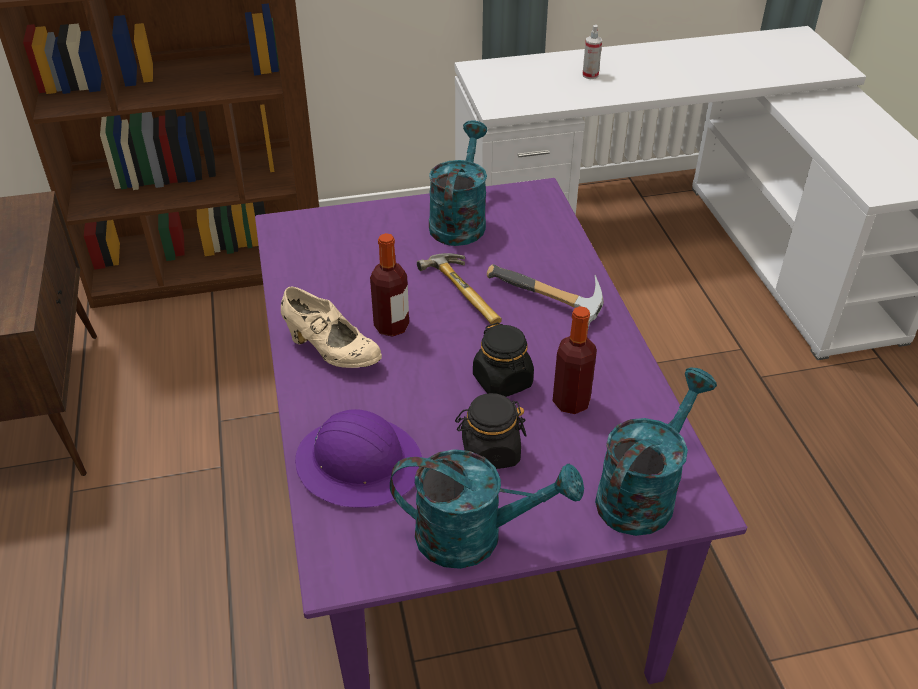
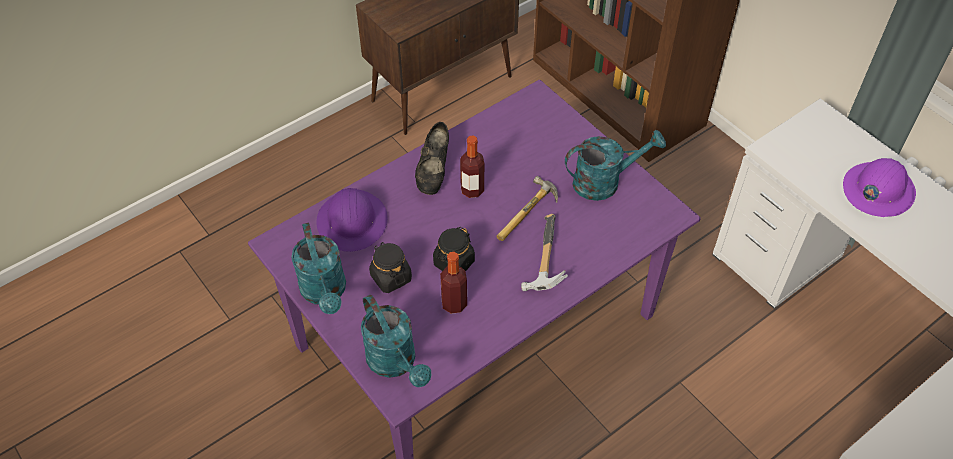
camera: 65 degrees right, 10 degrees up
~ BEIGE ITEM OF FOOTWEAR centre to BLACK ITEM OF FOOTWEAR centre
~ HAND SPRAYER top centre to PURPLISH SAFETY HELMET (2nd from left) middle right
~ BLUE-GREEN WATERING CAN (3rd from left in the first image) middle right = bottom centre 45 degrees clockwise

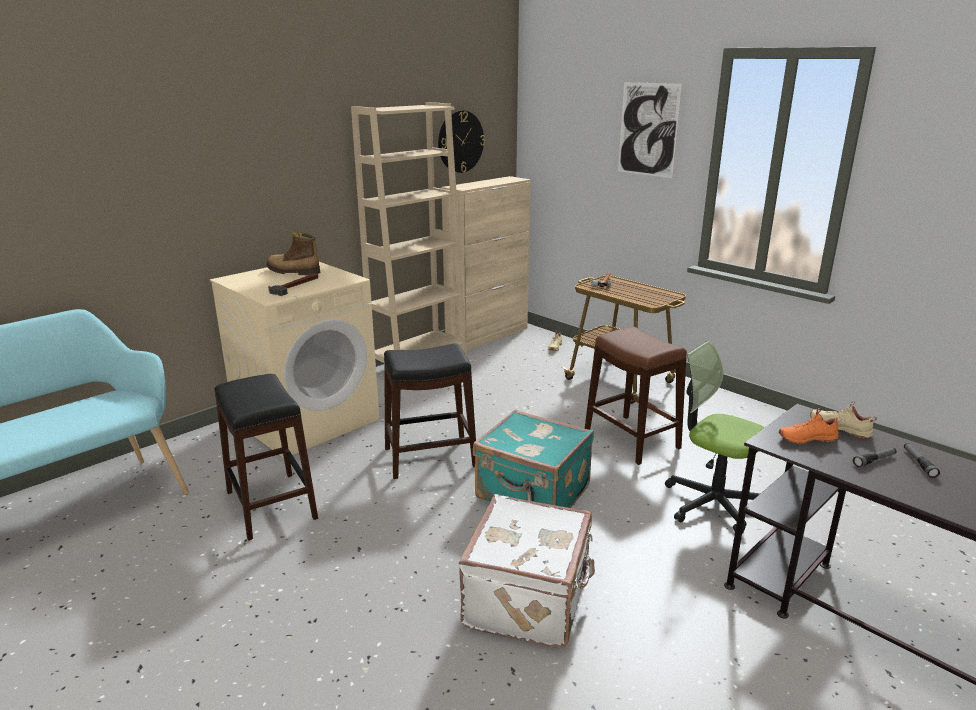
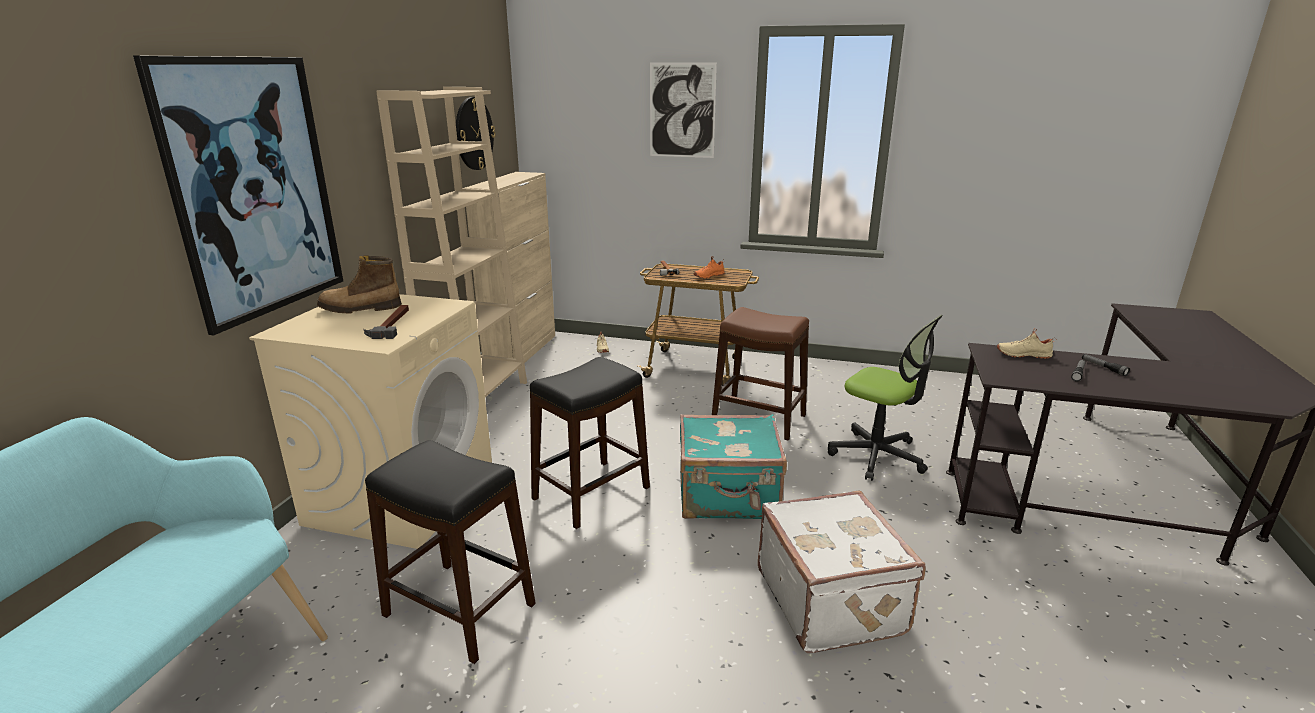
camera: 30 degrees left, 0 degrees up
~ OFFICE CHAIR middle right = middle right 150 degrees counterclockwise
~ ORANGE-COLOURED ITEM OF FOOTWEAR middle right to centre
+ PICTURE (1st from left) top left

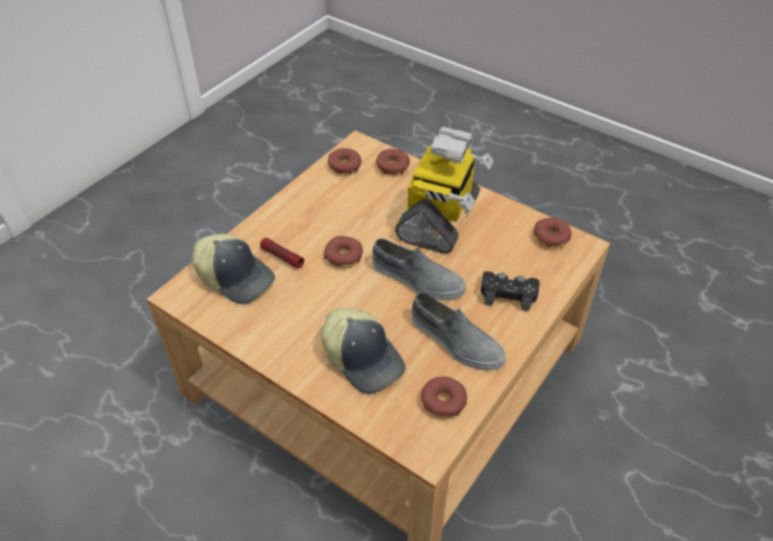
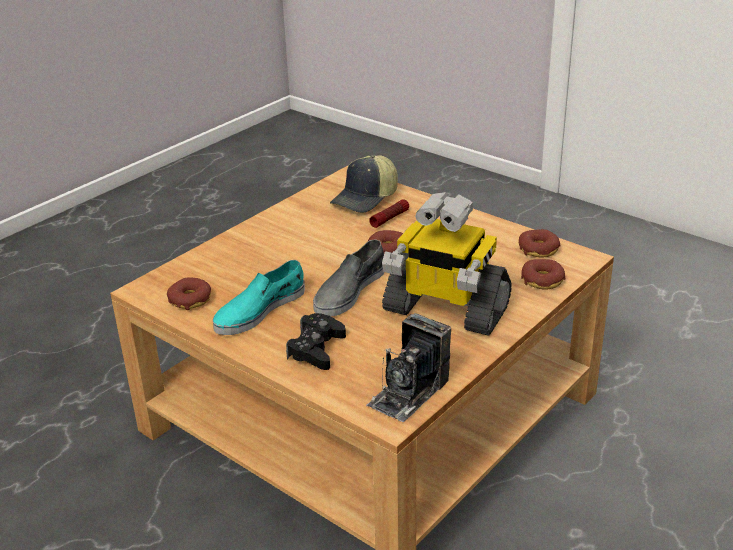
camera: 95 degrees right, 15 degrees down
- CAP (2nd from left) centre
~ GRAY ITEM OF FOOTWEAR (2nd from left) centre to BLUE-GREEN ITEM OF FOOTWEAR centre
~ DONUT (5th from left) middle right to STILL CAMERA bottom centre

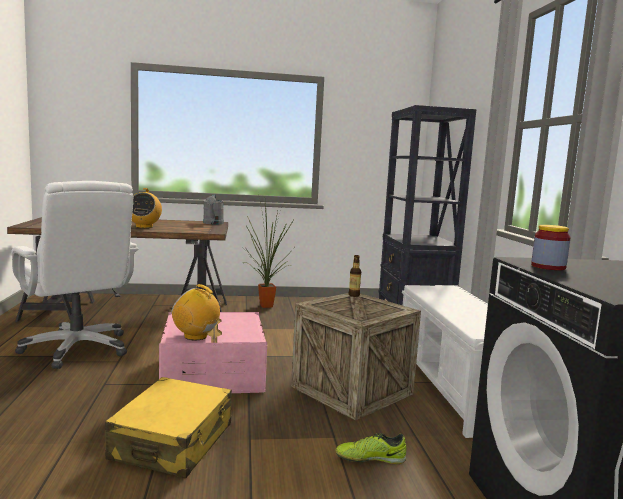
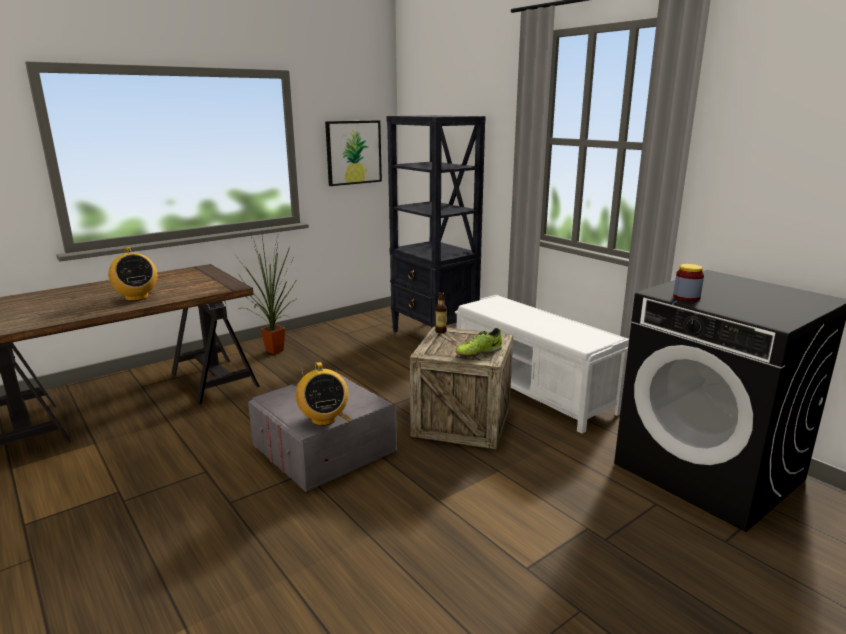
camera: 30 degrees left, 10 degrees up
- WHITE OFFICE CHAIR middle left
- YELLOWISH SUITCASE bottom left
~ PINKISH STORAGE CONTAINER bottom centre to GRAY STORAGE CONTAINER bottom centre
~ RADIO RECEIVER (2nd from left) middle left = centre 105 degrees counterclockwise
- GRAY WATERING CAN centre
~ ITEM OF FOOTWEAR bottom centre to centre
+ PICTURE top centre

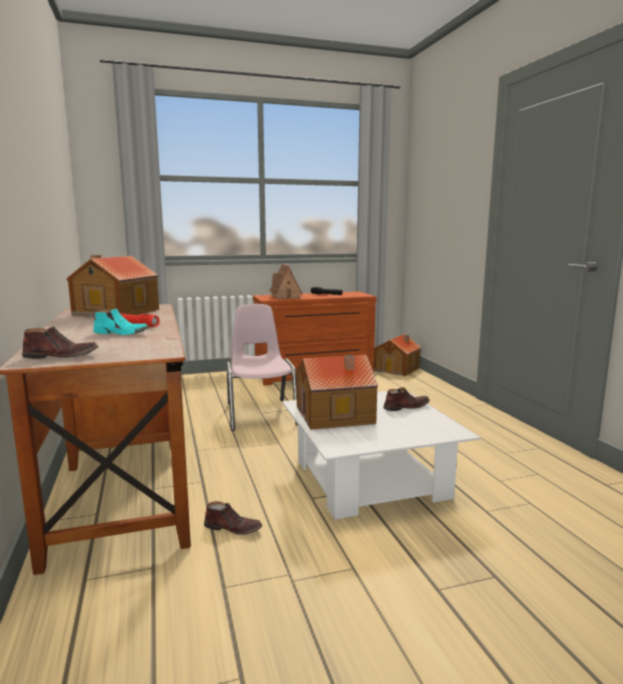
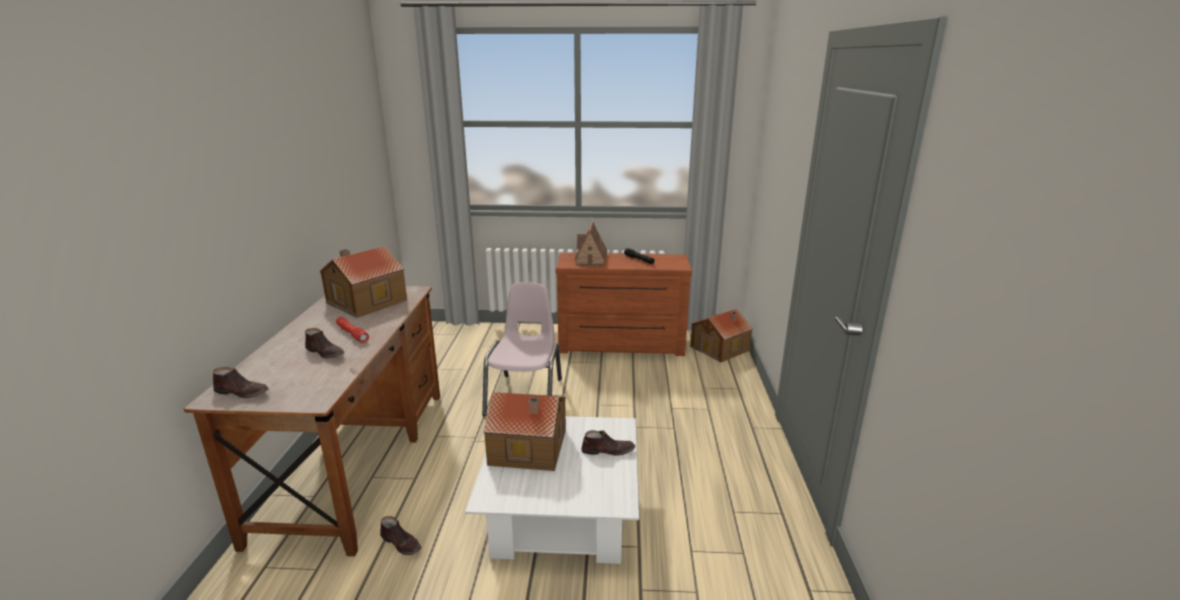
camera: 20 degrees right, 10 degrees up
~ BLUE-GREEN ITEM OF FOOTWEAR middle left to BROWN-COLOURED ITEM OF FOOTWEAR (2nd from left) middle left

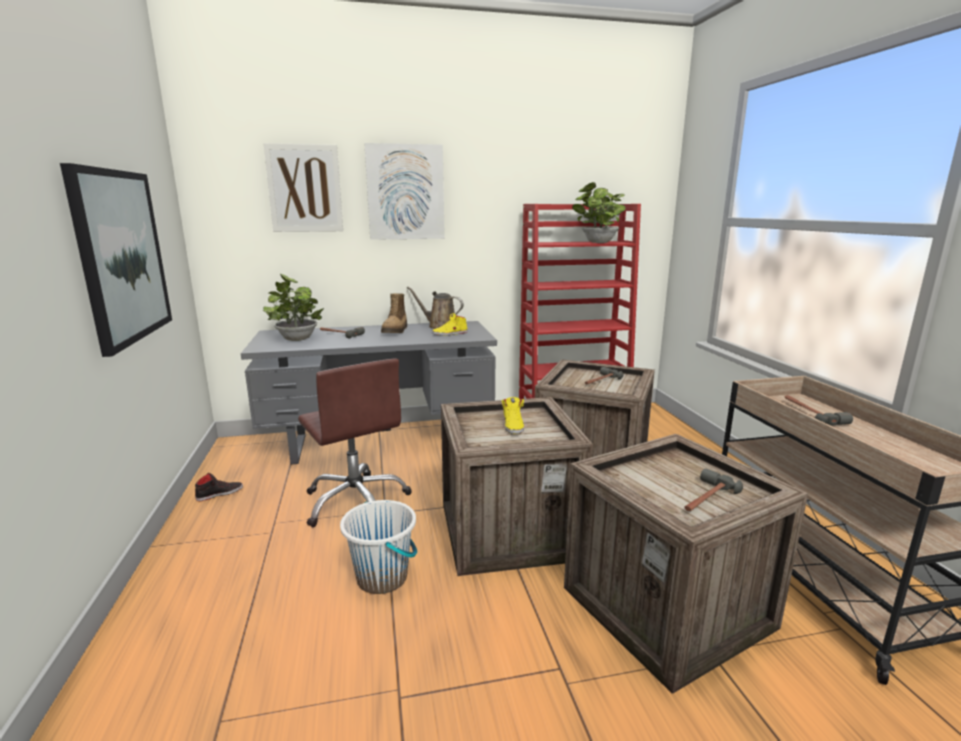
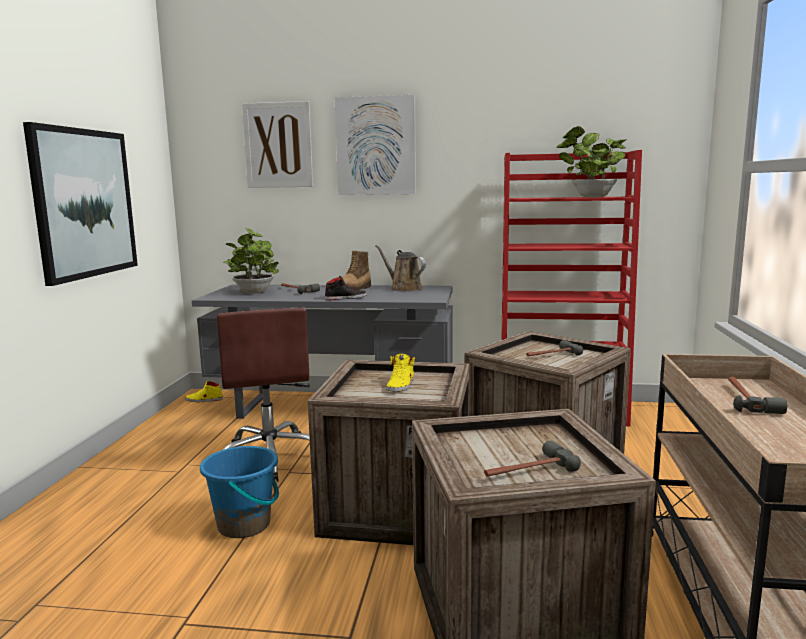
camera: 20 degrees right, 5 degrees down
~ BLACK ITEM OF FOOTWEAR middle left to centre
~ WHITE BUCKET bottom centre to BLUE BUCKET bottom left
~ YELLOWISH ITEM OF FOOTWEAR (1st from left) centre to middle left

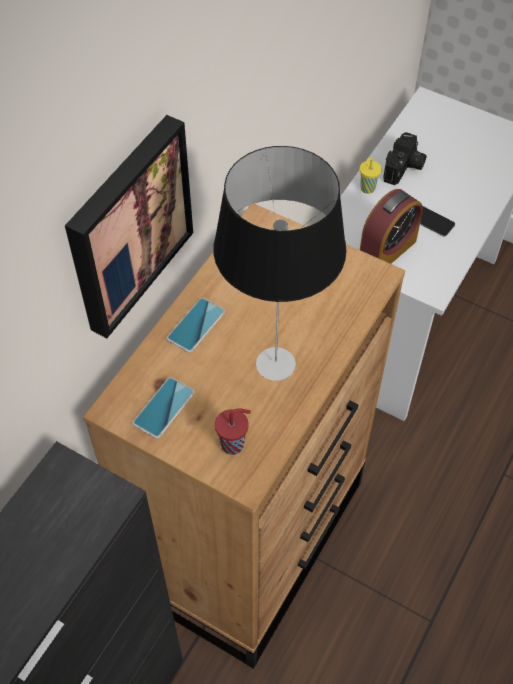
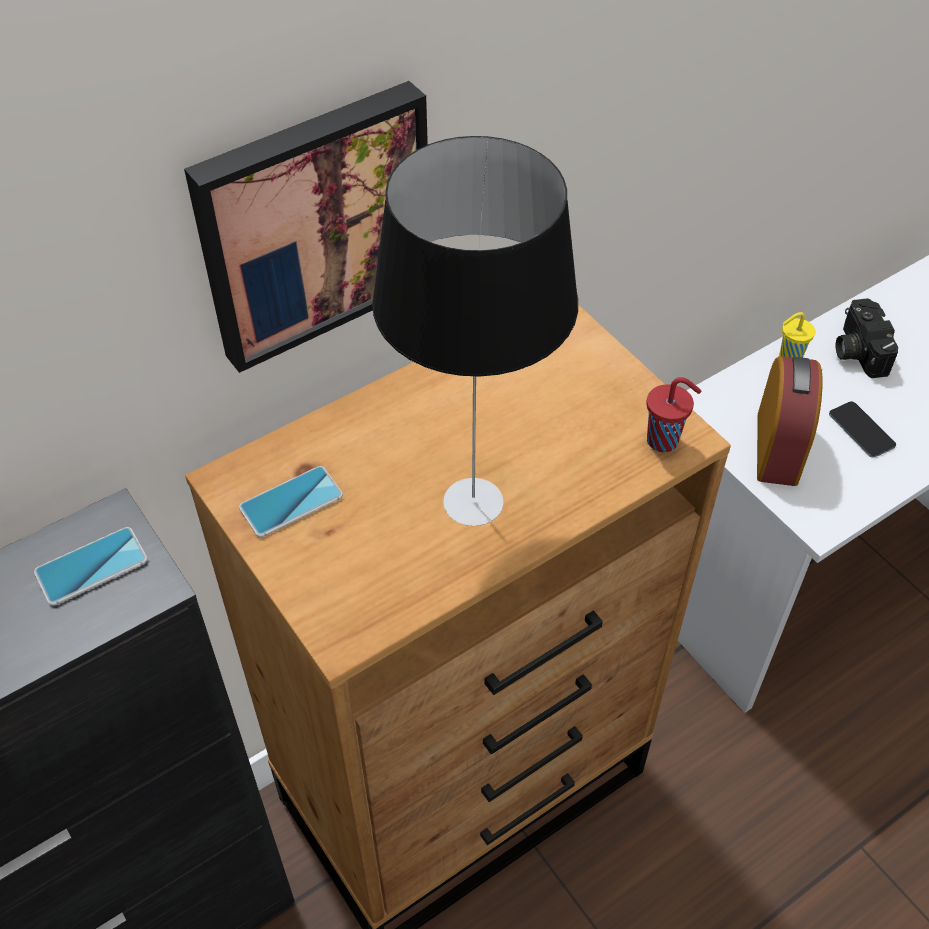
camera: 25 degrees right, 5 degrees down
~ TELEPHONE (2nd from left in the first image) centre to TELEPHONE (1st from left) middle left
~ REDDISH SMALL CUP centre to middle right
~ TABLE CLOCK top right = middle right 60 degrees counterclockwise
~ STILL CAMERA top right = middle right 120 degrees clockwise

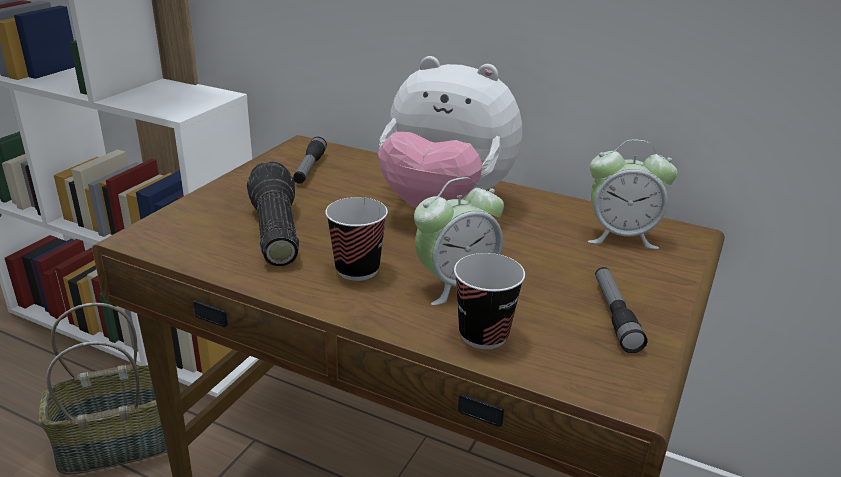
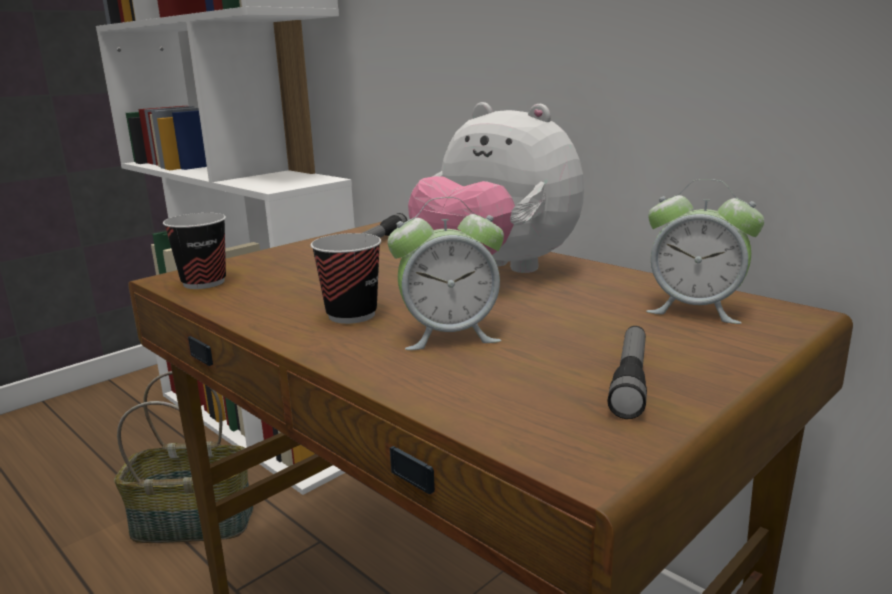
camera: 20 degrees right, 10 degrees down
- FLASHLIGHT (1st from left) middle left
~ SMALL CUP (2nd from left in the first image) centre to SMALL CUP (1st from left) middle left

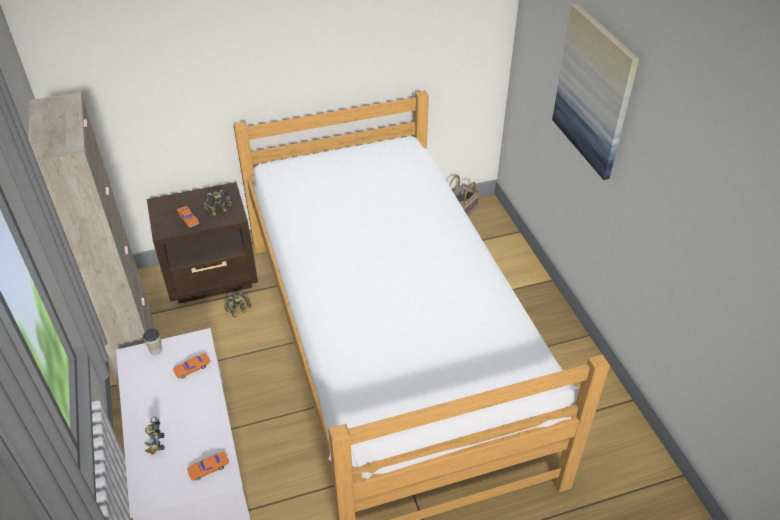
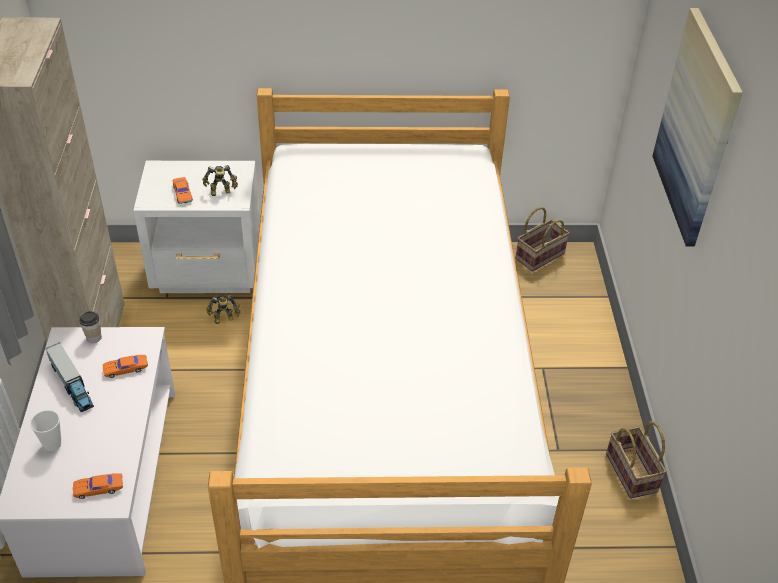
camera: 15 degrees right, 0 degrees up
~ ROBOT FIGURE (1st from left) bottom left to SMALL CUP (1st from left) bottom left
~ BROWN-COLOURED NIGHTSTAND middle left to WHITE NIGHTSTAND middle left
+ TOY TRUCK middle left
+ BASKET (2nd from left) bottom right

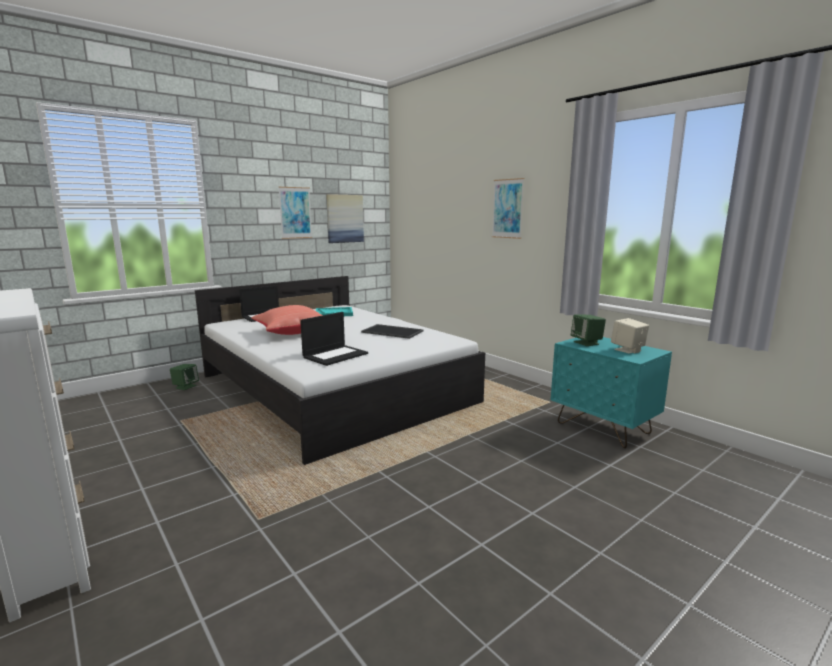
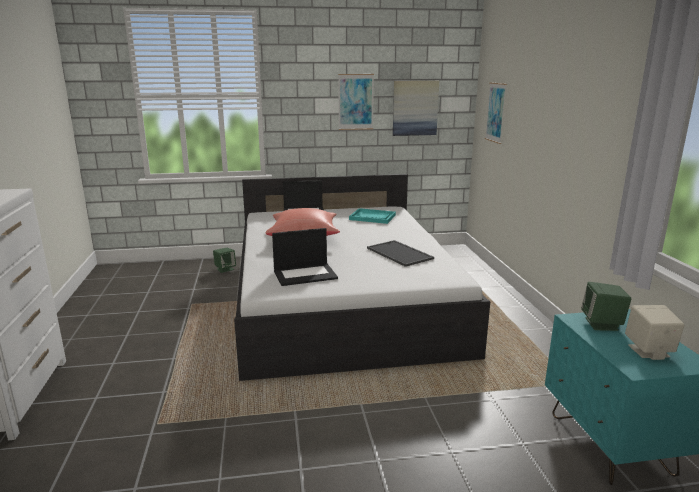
camera: 30 degrees right, 5 degrees up
~ PICTURE (3rd from left) top centre to top right

